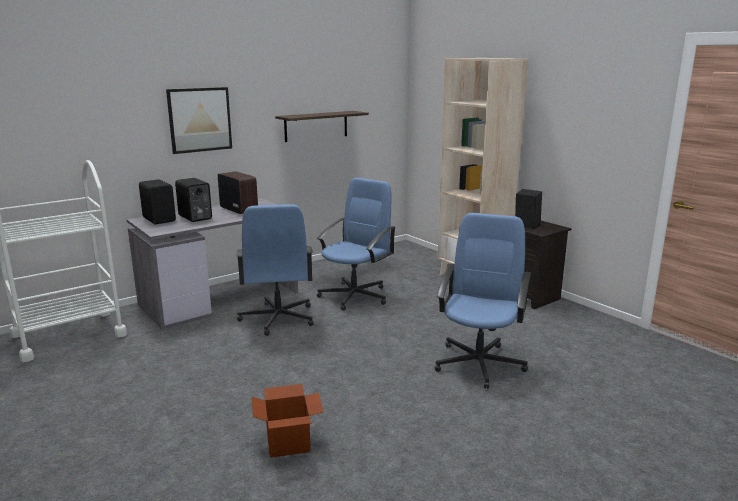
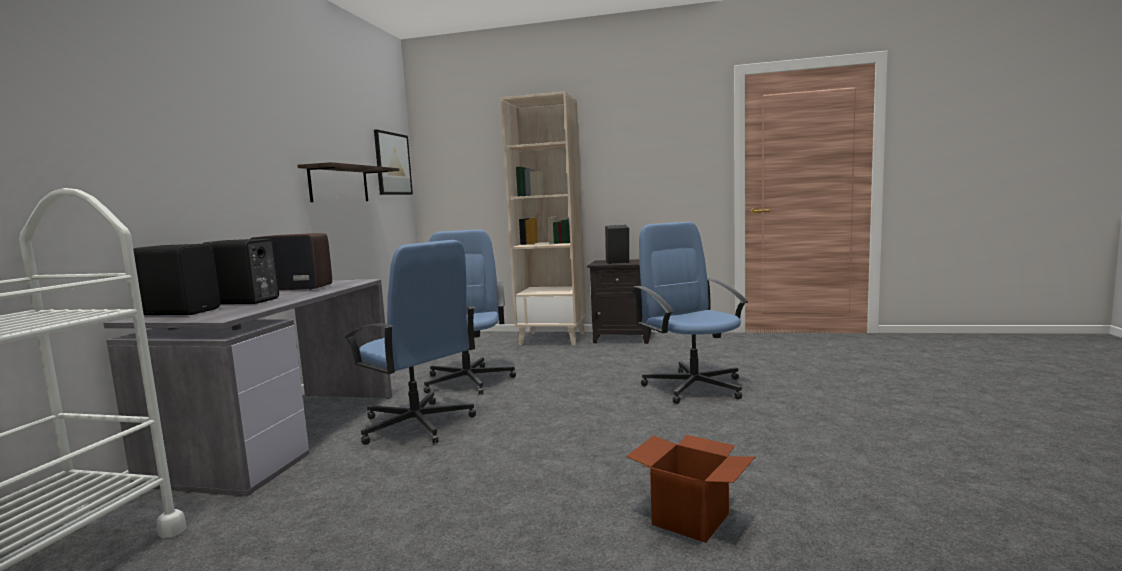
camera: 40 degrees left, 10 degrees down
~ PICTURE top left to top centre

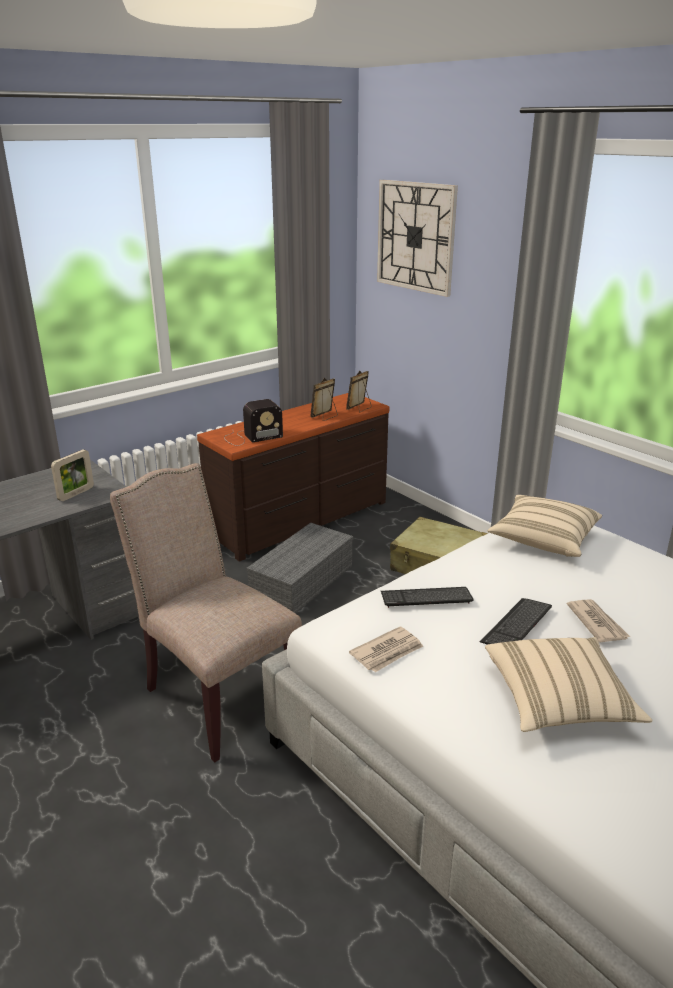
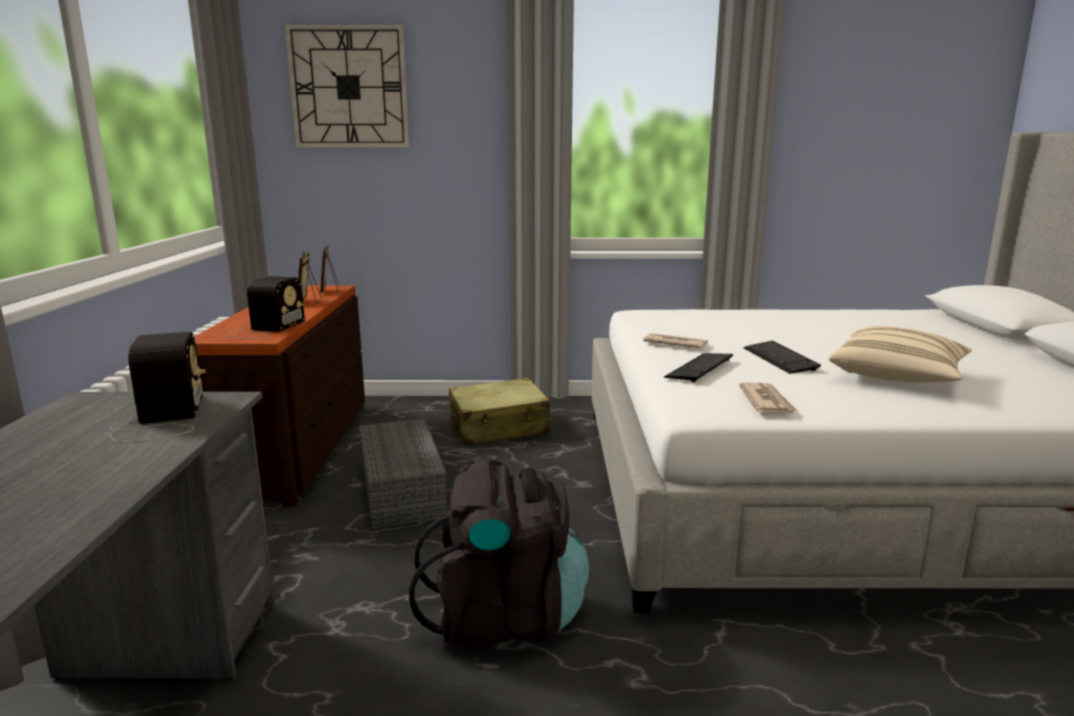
camera: 50 degrees left, 10 degrees down
~ STANDING FRAME (1st from left) middle left to RADIO RECEIVER (1st from left) middle left
~ BEIGE PLAIN CHAIR middle left to BLACK KNAPSACK bottom centre
- BEIGE PILLOW (1st from left) middle right
~ PRINTED PAPER (2nd from left in the first image) middle right to PRINTED PAPER (1st from left) centre

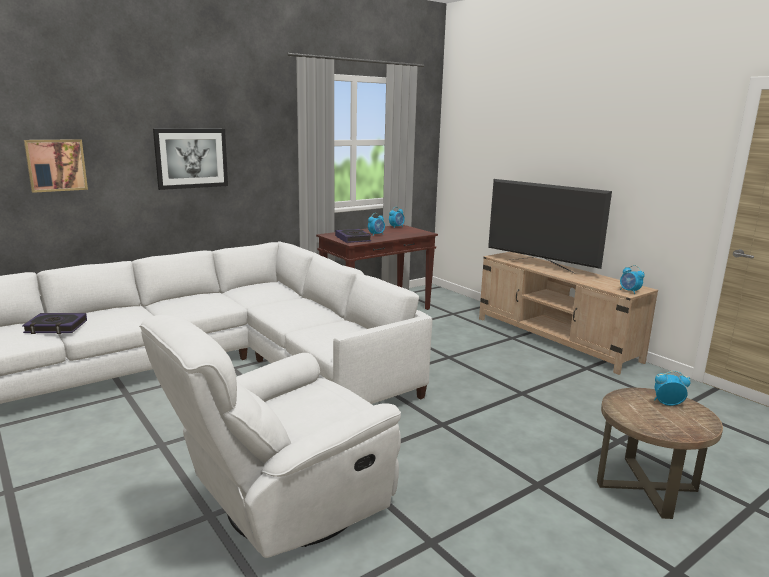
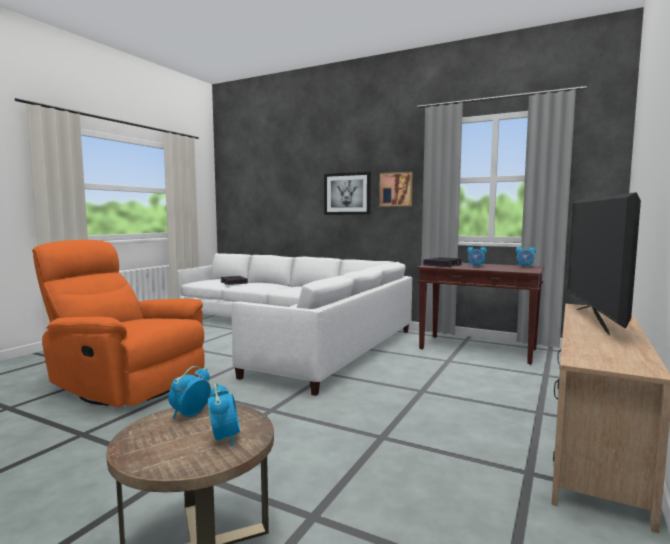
camera: 65 degrees right, 10 degrees down
~ PICTURE (1st from left in the first image) top left to PICTURE (2nd from left) centre
~ WHITE ARMCHAIR bottom centre to ORANGE-COLOURED ARMCHAIR middle left
~ TABLE CLOCK (3rd from left in the first image) middle right to TABLE CLOCK (1st from left) bottom left

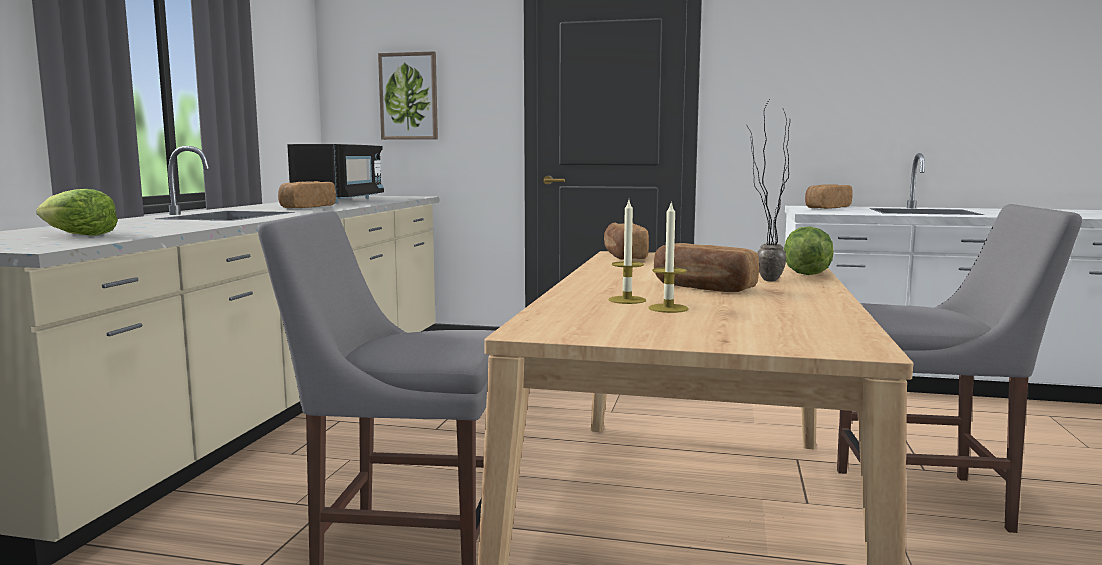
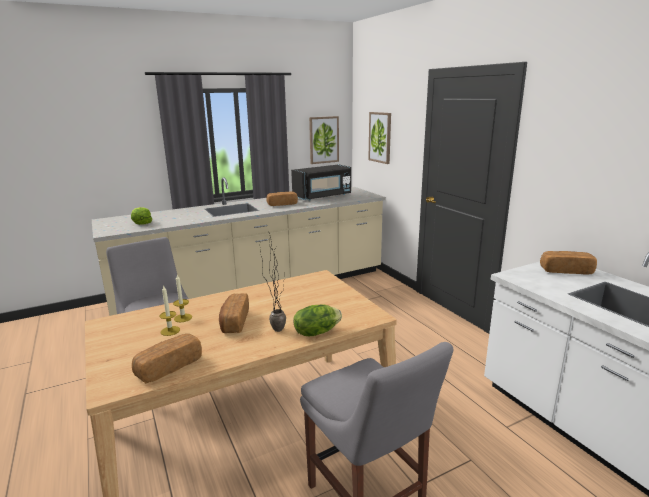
camera: 50 degrees right, 10 degrees up
~ BAKED BREAD (2nd from left in the first image) centre to BAKED BREAD (1st from left) bottom left
+ PICTURE (1st from left) top centre

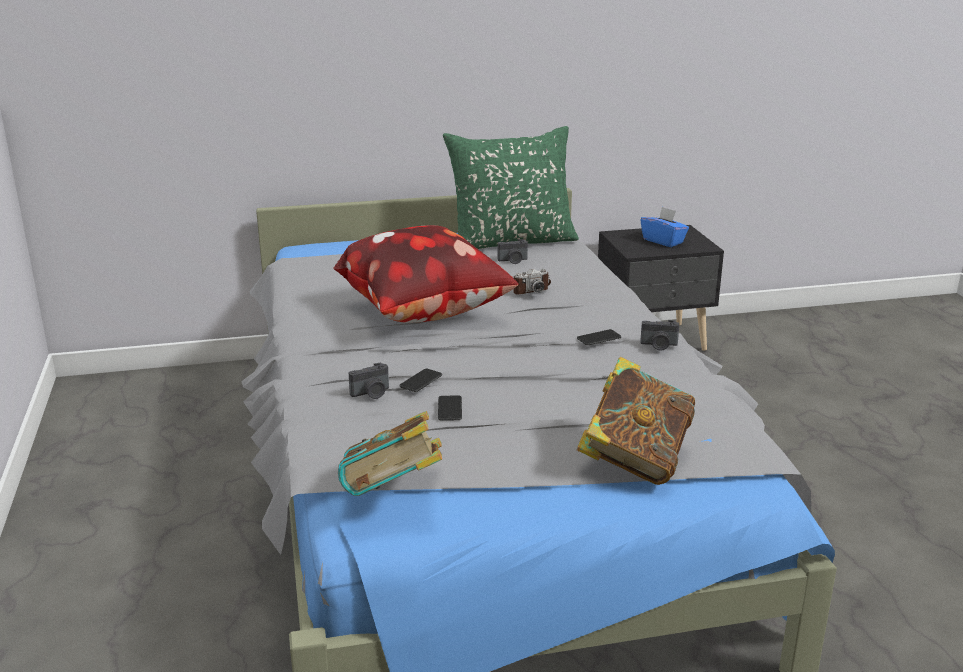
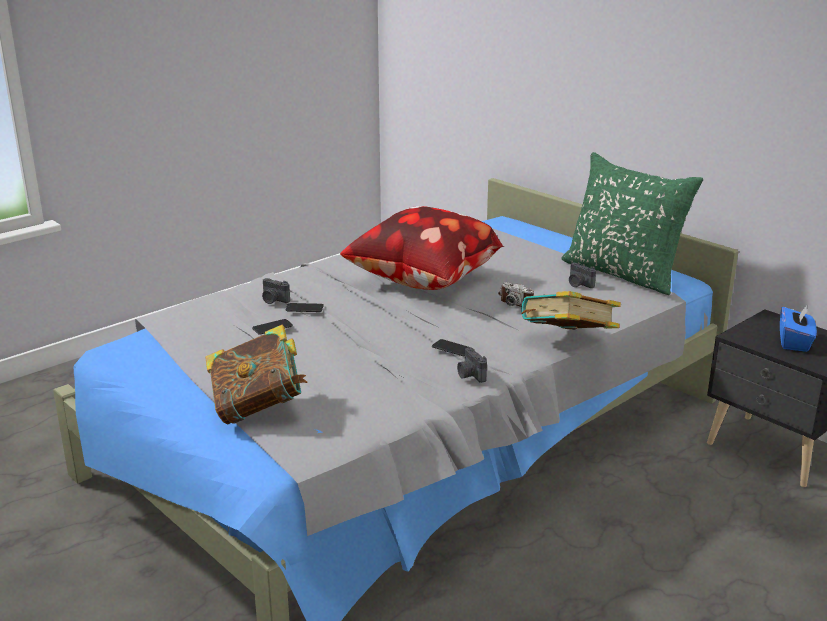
camera: 60 degrees right, 0 degrees up
~ BOOK (1st from left in the first image) bottom centre to BOOK (2nd from left) middle right

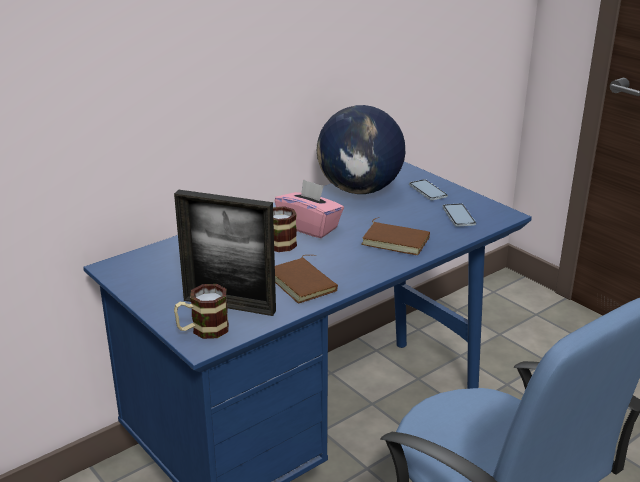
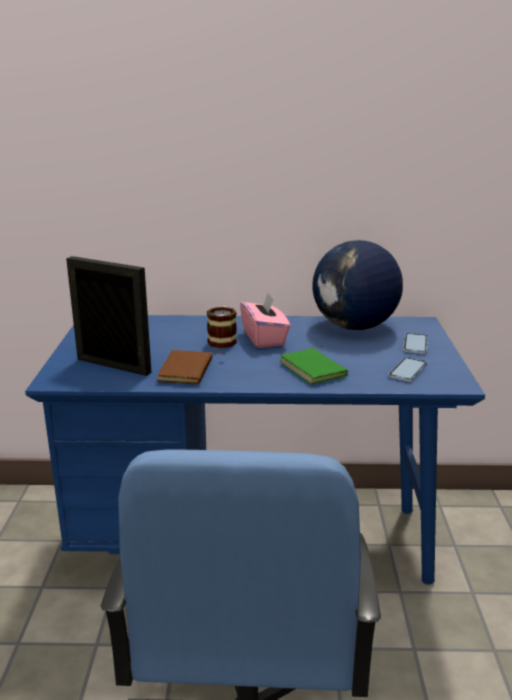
camera: 40 degrees right, 5 degrees down
~ STANDING FRAME centre = middle left 150 degrees clockwise
- TEA MUG (1st from left) middle left
~ BROWN-COLOURED BOOK (2nd from left) centre to GREEN-COLOURED BOOK centre

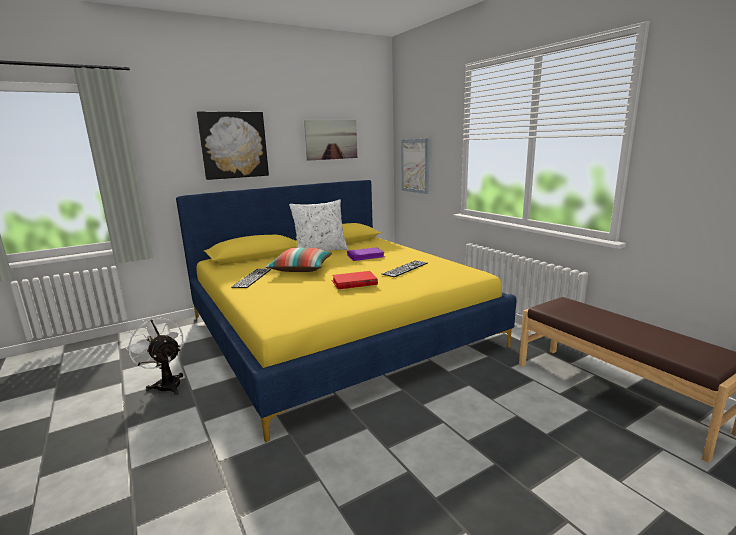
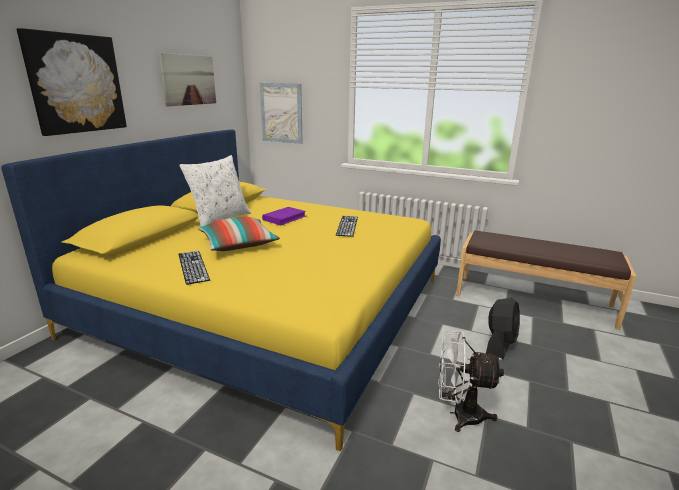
camera: 35 degrees left, 5 degrees up
~ WHITE COOLING FAN middle left to bottom right
- REDDISH BOOK centre
+ BLACK COOLING FAN bottom right

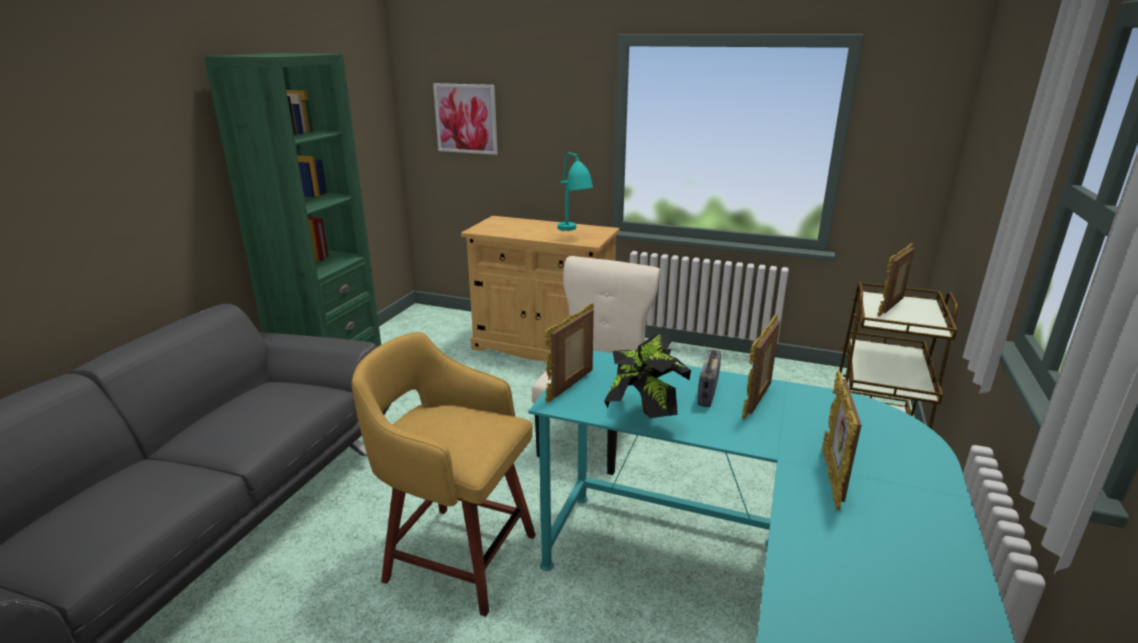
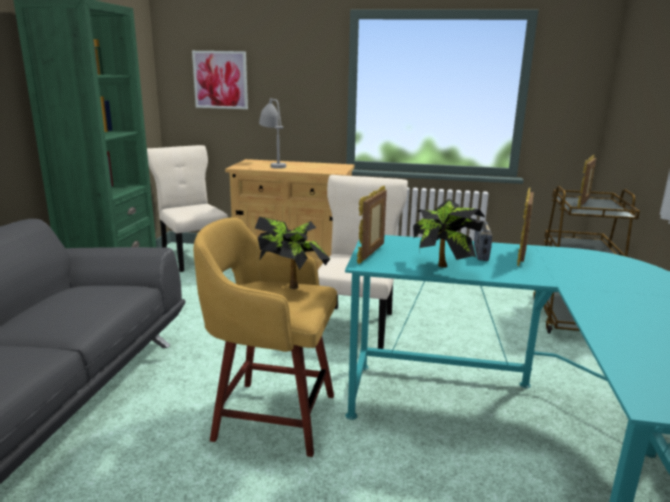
camera: 10 degrees left, 5 degrees down
- BLUE-GREEN TABLE LAMP top centre
- STANDING FRAME (3rd from left) bottom right
+ BEIGE PLAIN CHAIR (1st from left) middle left
+ HOUSEPLANT (1st from left) centre
+ GRAY TABLE LAMP top centre

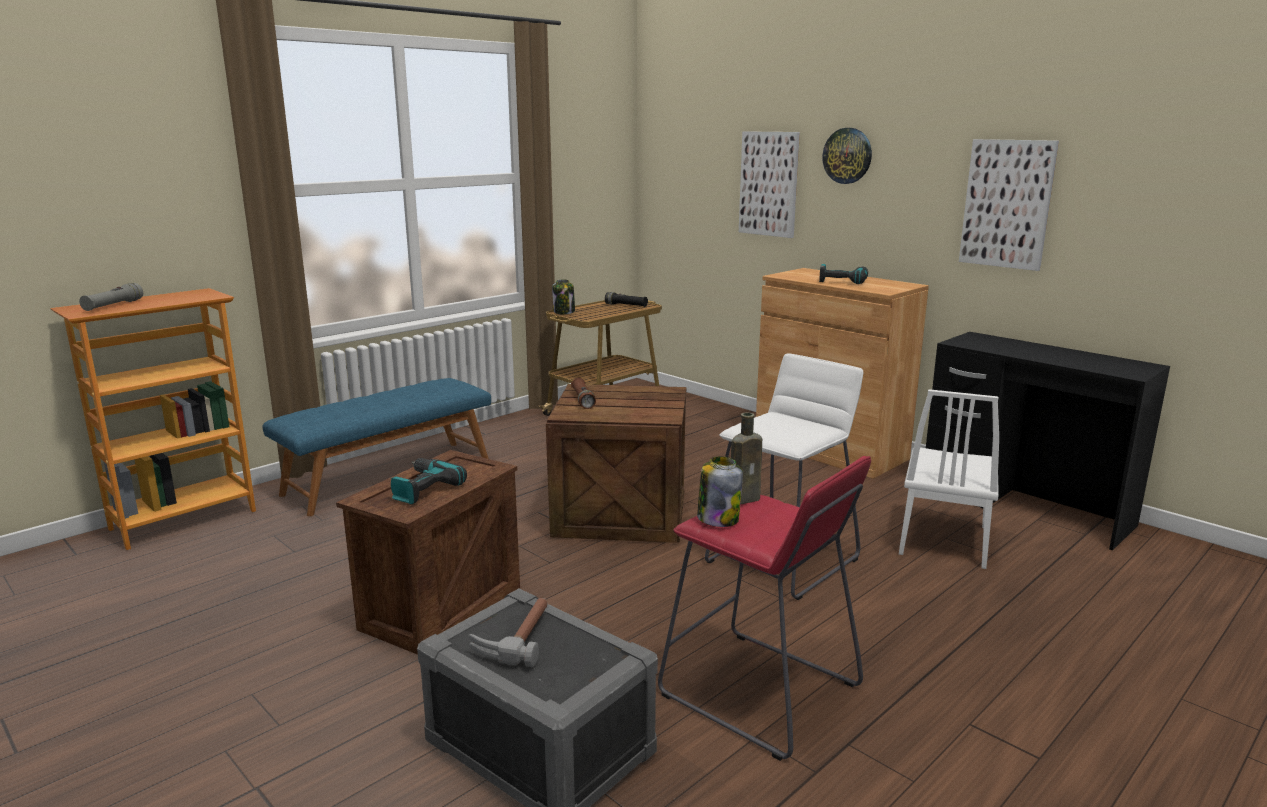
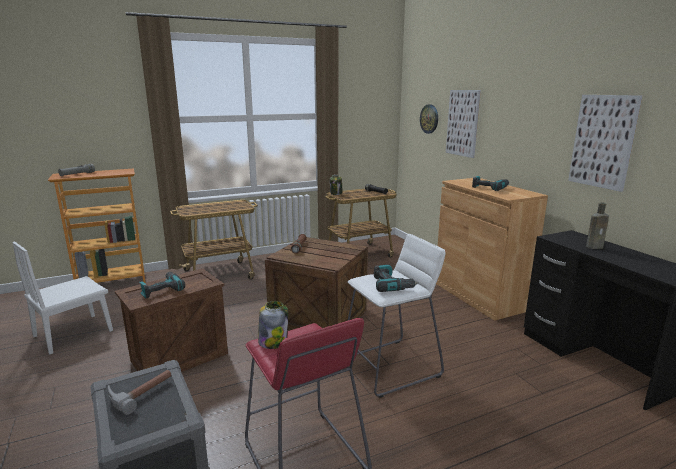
camera: 20 degrees right, 0 degrees up
~ BLUE LONG SEAT middle left to WHEELED CART (1st from left) middle left
~ BROWN-COLOURED BOTTLE centre to middle right
~ WALL CLOCK top right to top centre
~ WHITE PLAIN CHAIR middle right to middle left
+ DRILL (2nd from left) centre

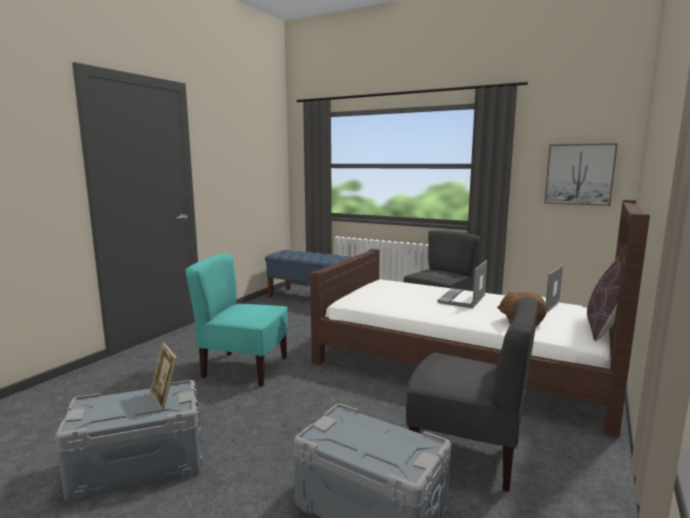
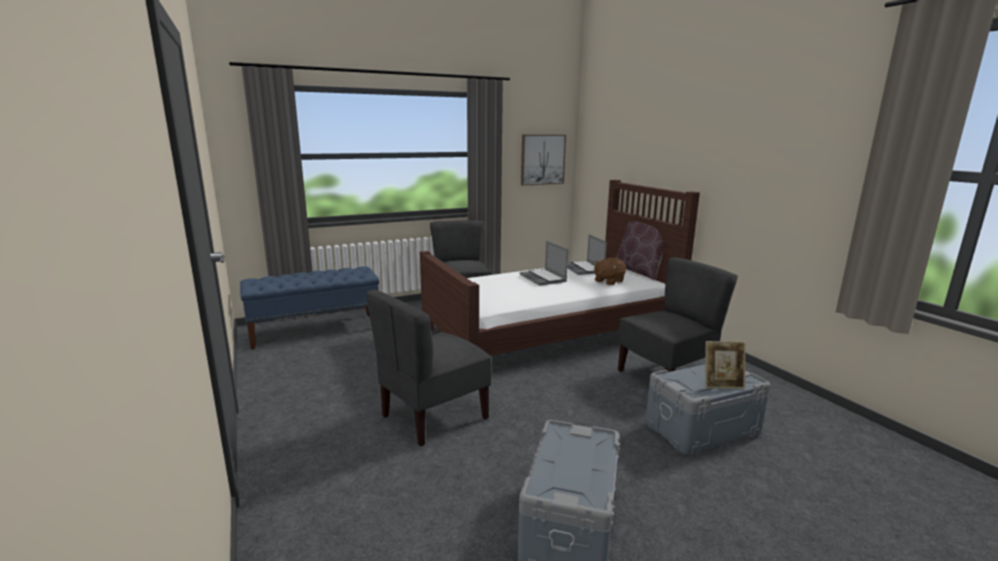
camera: 55 degrees left, 5 degrees up
~ STANDING FRAME bottom left to middle right
~ BLUE-GREEN PLAIN CHAIR centre to GRAY PLAIN CHAIR (1st from left) centre

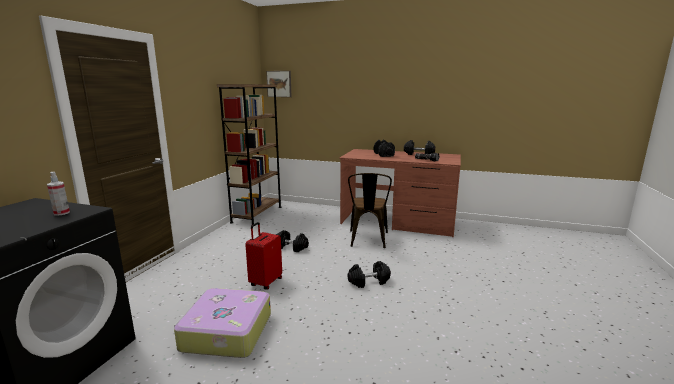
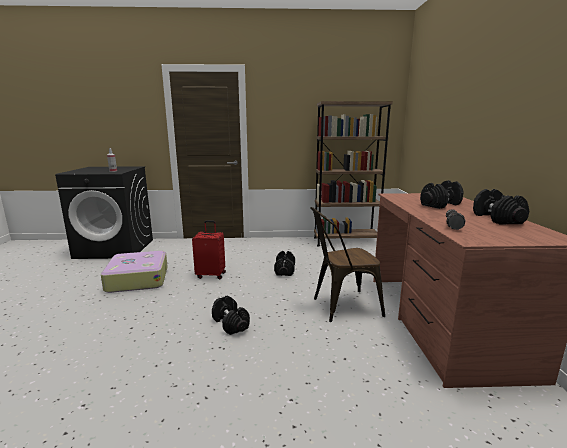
camera: 70 degrees right, 0 degrees up
- PICTURE top centre

